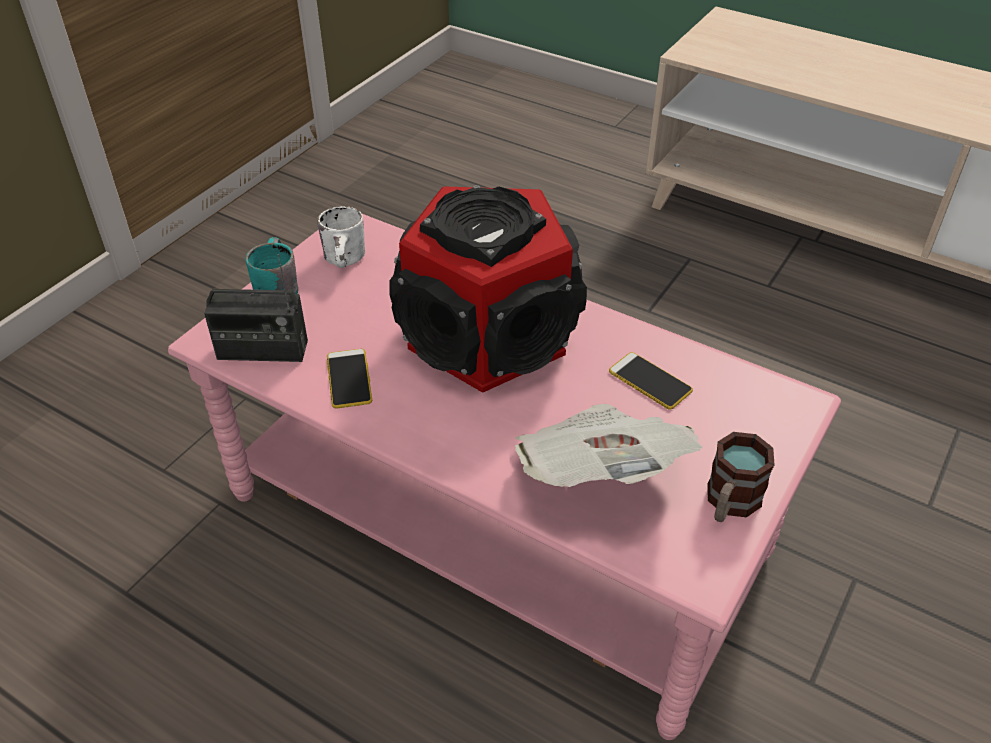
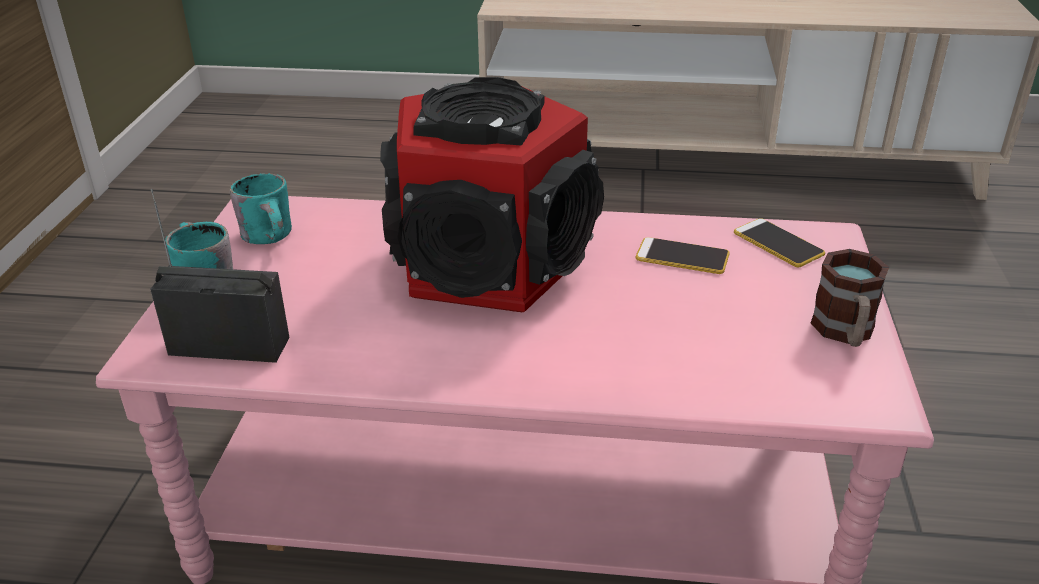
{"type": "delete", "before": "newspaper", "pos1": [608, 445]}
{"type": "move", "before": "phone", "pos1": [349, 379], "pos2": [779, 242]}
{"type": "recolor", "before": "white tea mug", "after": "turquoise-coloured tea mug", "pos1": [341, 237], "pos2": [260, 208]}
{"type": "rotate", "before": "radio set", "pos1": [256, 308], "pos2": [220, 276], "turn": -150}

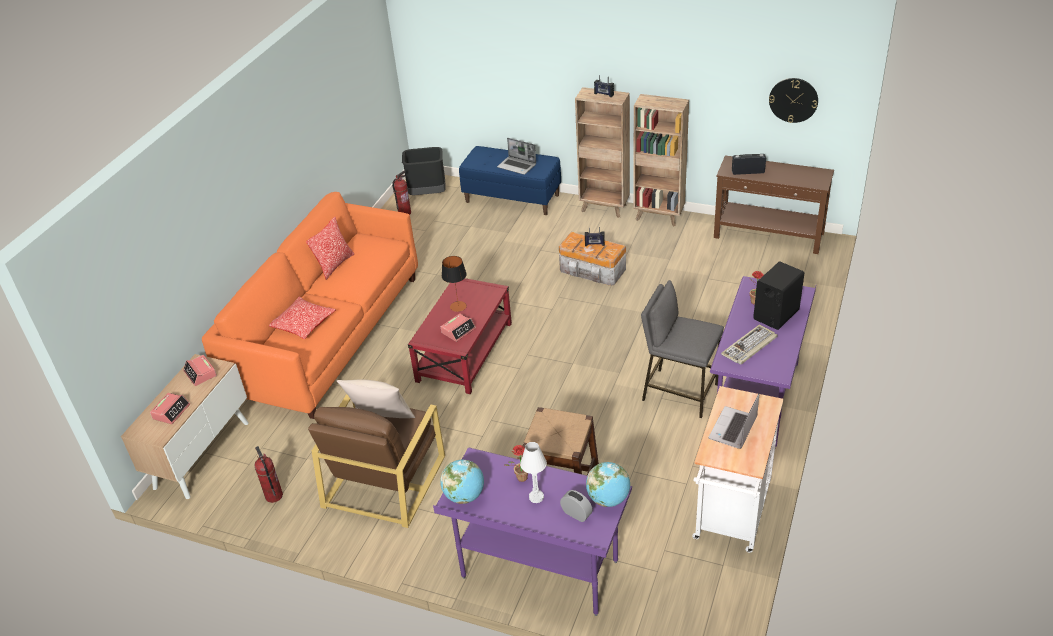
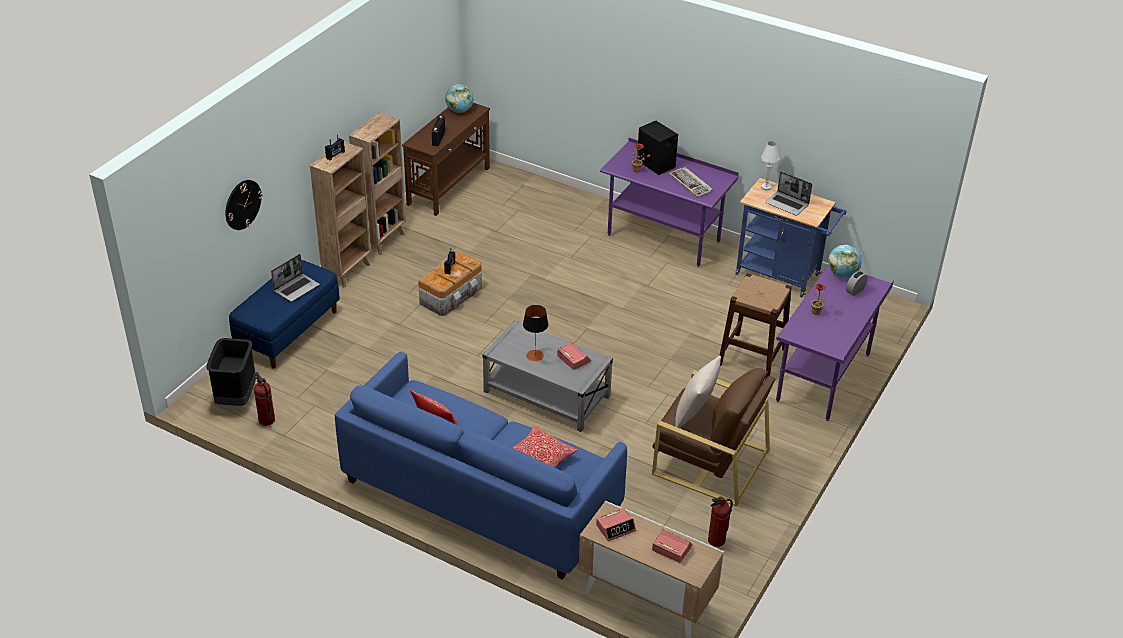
{"type": "delete", "before": "gray sitting stool", "pos1": [682, 349]}
{"type": "move", "before": "desk globe", "pos1": [462, 482], "pos2": [459, 98]}
{"type": "move", "before": "white lamp for a table", "pos1": [533, 472], "pos2": [770, 165]}
{"type": "move", "before": "hanging clock", "pos1": [793, 100], "pos2": [244, 205]}
{"type": "recolor", "before": "orange-coloured settee", "after": "blue settee", "pos1": [310, 305], "pos2": [481, 466]}
{"type": "recolor", "before": "red lounge table", "after": "gray lounge table", "pos1": [460, 336], "pos2": [548, 376]}
{"type": "recolor", "before": "white cart", "after": "blue cart", "pos1": [738, 469], "pos2": [791, 237]}

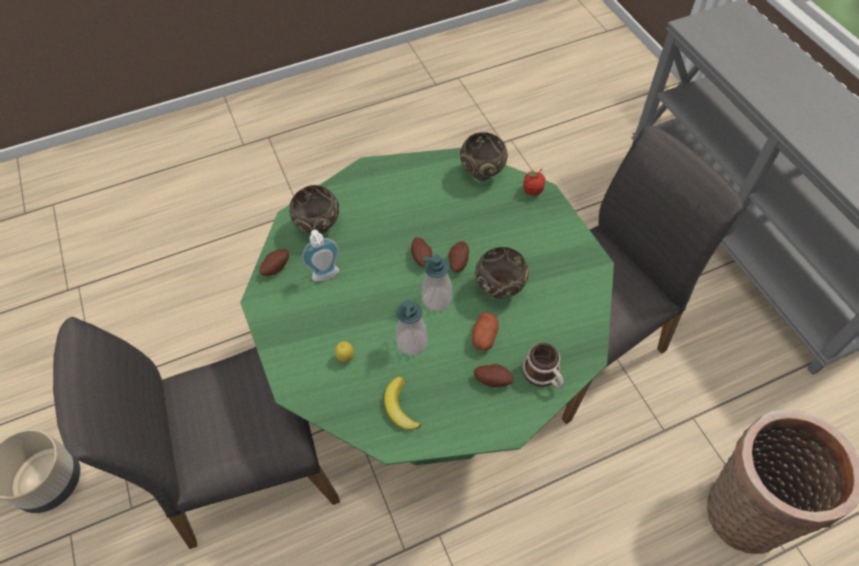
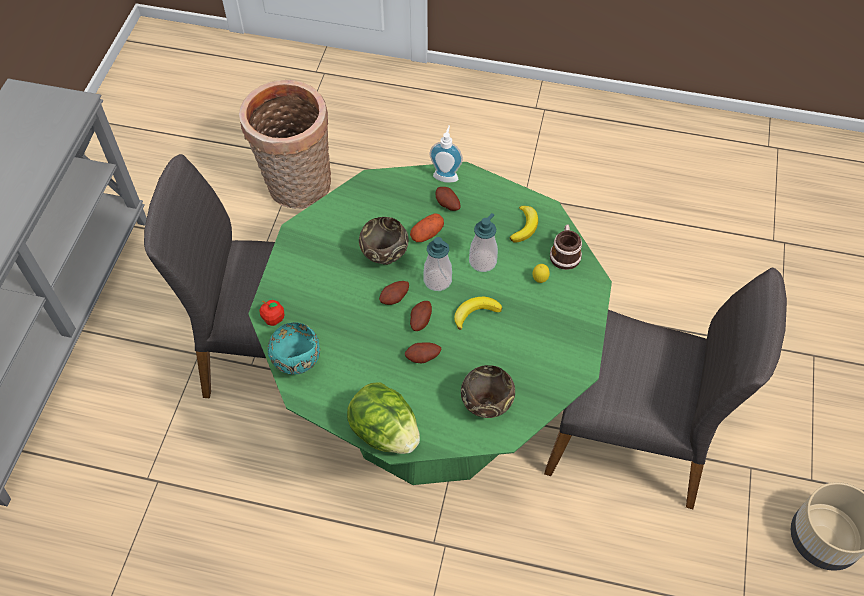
{"type": "insert", "after": "lettuce head", "pos2": [383, 418]}
{"type": "insert", "after": "whole banana", "pos2": [478, 313]}
{"type": "move", "before": "spud", "pos1": [274, 262], "pos2": [423, 352]}
{"type": "move", "before": "soap bottle", "pos1": [320, 255], "pos2": [446, 154]}
{"type": "move", "before": "tea mug", "pos1": [543, 366], "pos2": [566, 247]}
{"type": "recolor", "before": "brown-coloured serving bowl", "after": "turquoise-coloured serving bowl", "pos1": [484, 156], "pos2": [294, 348]}

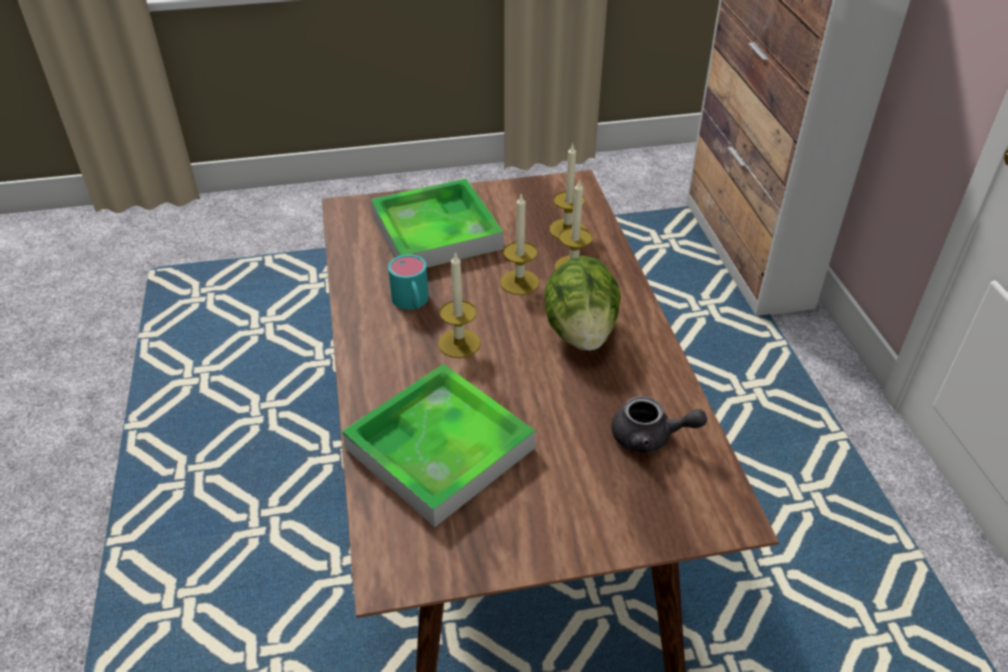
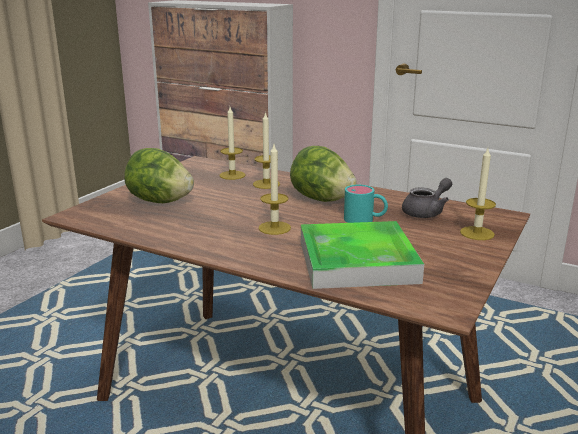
{"type": "move", "before": "turquoise-coloured tea mug", "pos1": [408, 282], "pos2": [366, 204]}
{"type": "move", "before": "candle", "pos1": [519, 244], "pos2": [478, 194]}
{"type": "replace", "before": "serving tray", "after": "lettuce head", "pos1": [437, 223], "pos2": [159, 175]}

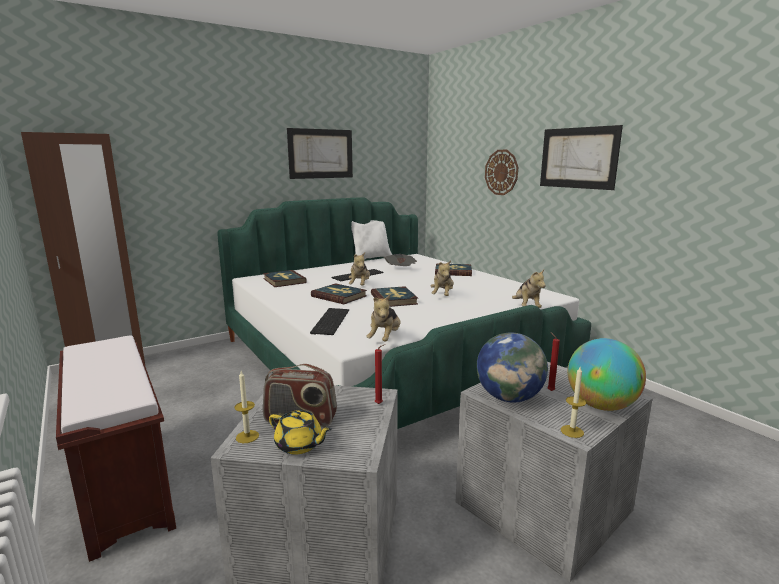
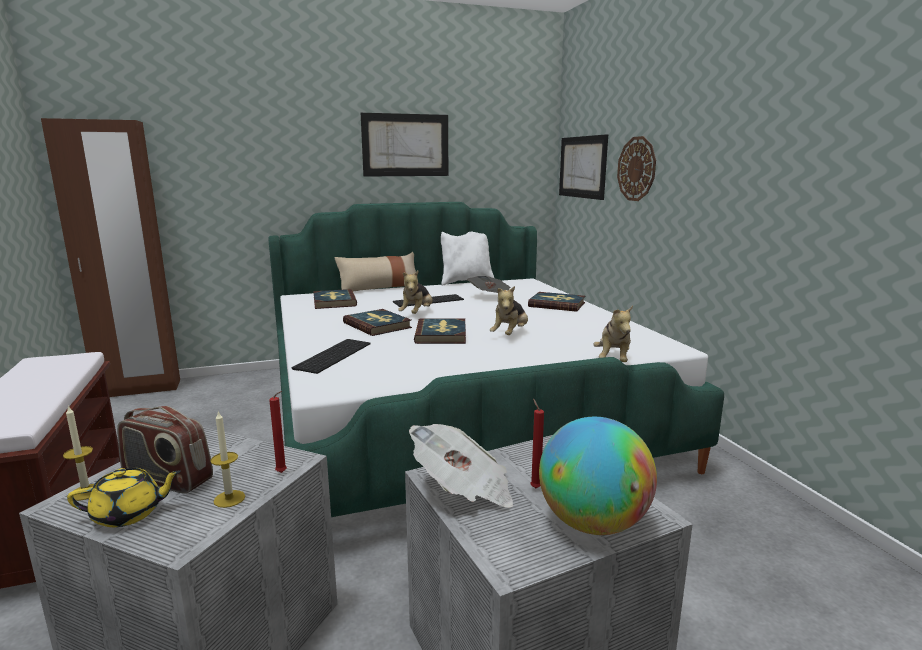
{"type": "delete", "before": "cuddly toy", "pos1": [383, 318]}
{"type": "insert", "after": "beige-coloured throw pillow", "pos2": [375, 271]}
{"type": "move", "before": "picture", "pos1": [581, 157], "pos2": [583, 167]}
{"type": "move", "before": "candle", "pos1": [573, 402], "pos2": [227, 459]}
{"type": "replace", "before": "desk globe", "after": "newspaper", "pos1": [512, 367], "pos2": [461, 466]}
{"type": "rotate", "before": "yellow-coloured pot for tea", "pos1": [300, 432], "pos2": [124, 497], "turn": -60}

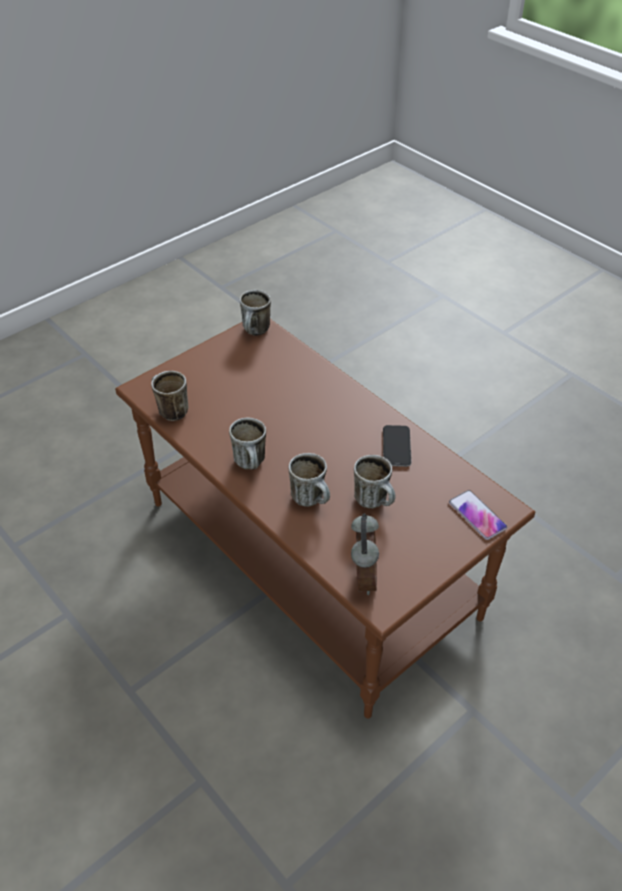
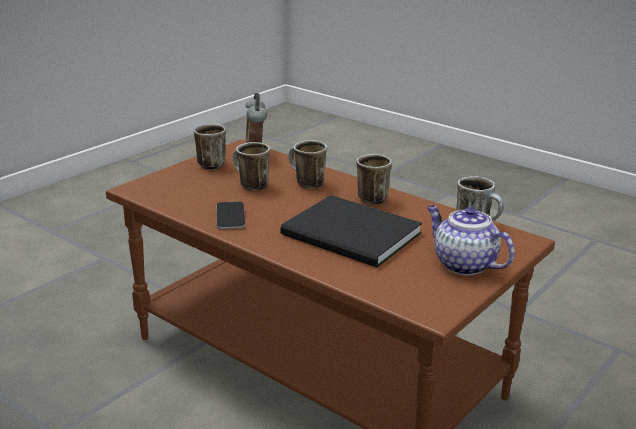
{"type": "delete", "before": "phone", "pos1": [478, 515]}
{"type": "insert", "after": "black-coloured volume", "pos2": [351, 231]}
{"type": "insert", "after": "pot for tea", "pos2": [471, 240]}
{"type": "move", "before": "tea mug", "pos1": [255, 313], "pos2": [210, 147]}

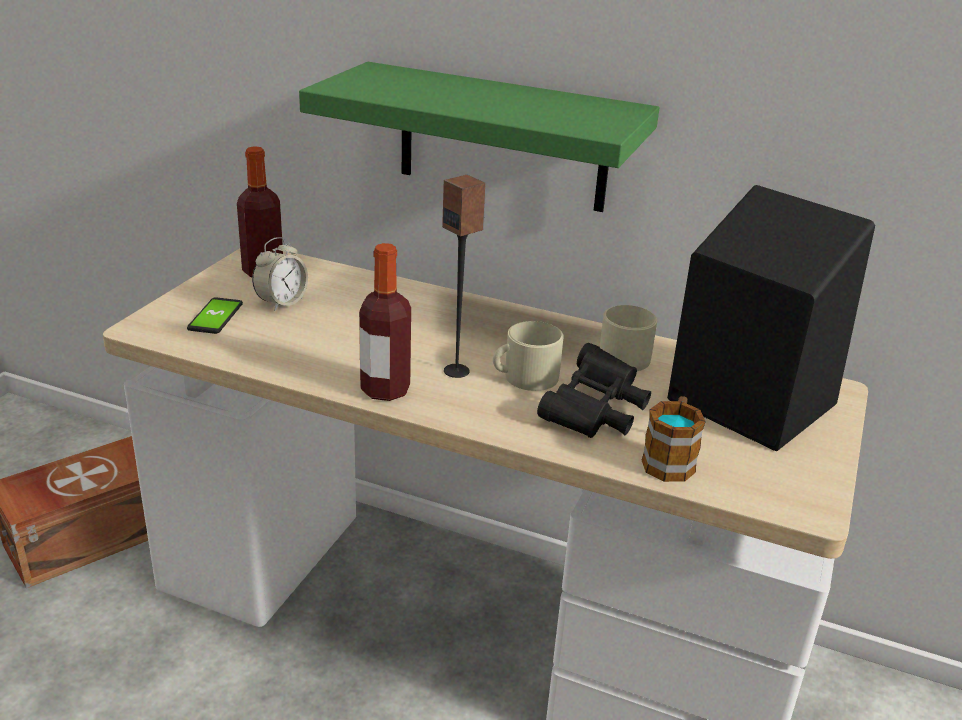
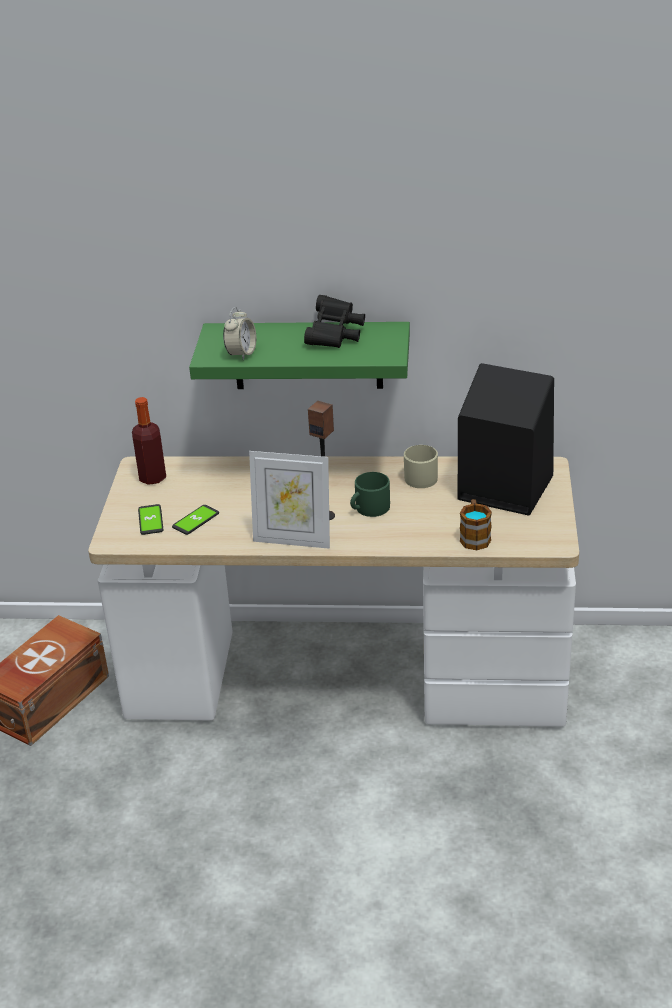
{"type": "insert", "after": "phone", "pos2": [195, 520]}
{"type": "move", "before": "bedside clock", "pos1": [280, 274], "pos2": [239, 334]}
{"type": "move", "before": "black-coloured field glasses", "pos1": [594, 390], "pos2": [334, 321]}
{"type": "replace", "before": "bottle", "after": "picture frame", "pos1": [385, 322], "pos2": [289, 500]}
{"type": "recolor", "before": "beige-coloured tea mug", "after": "green-coloured tea mug", "pos1": [528, 356], "pos2": [370, 494]}

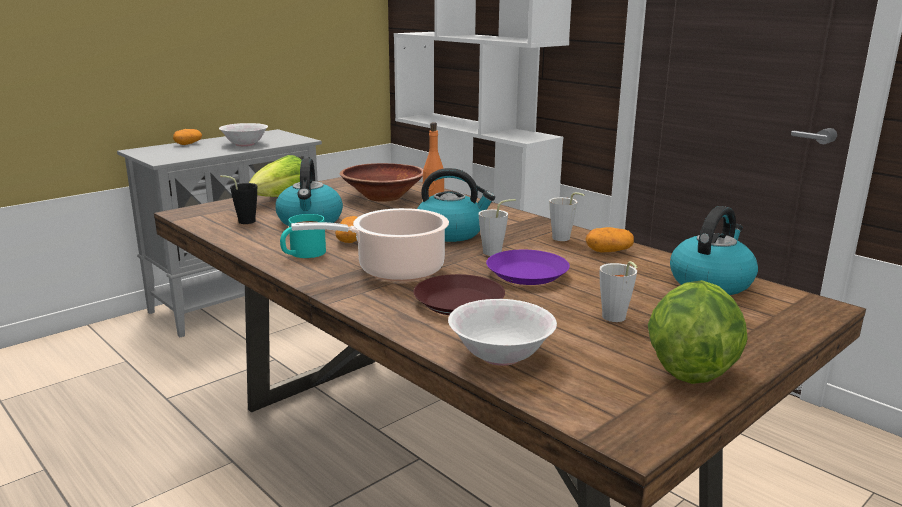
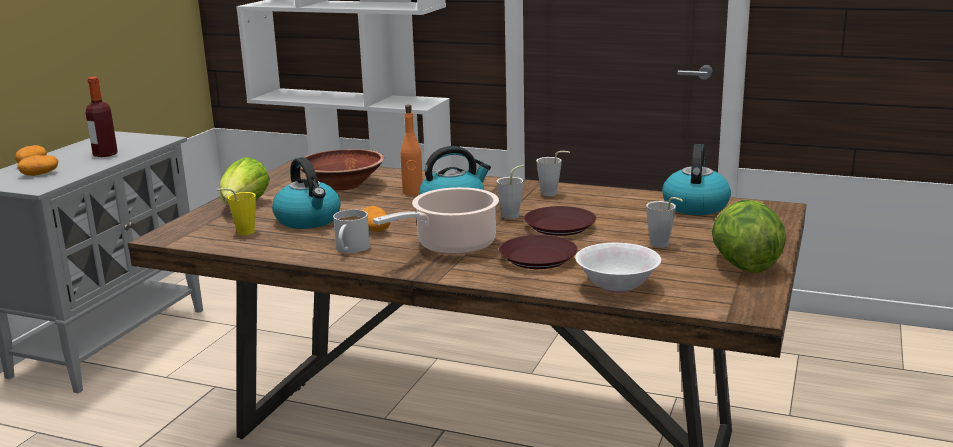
{"type": "move", "before": "spud", "pos1": [609, 239], "pos2": [38, 165]}
{"type": "replace", "before": "white serving bowl", "after": "bottle", "pos1": [243, 134], "pos2": [101, 117]}
{"type": "recolor", "before": "black-coloured drinking cup", "after": "yellow-coloured drinking cup", "pos1": [238, 199], "pos2": [236, 211]}
{"type": "recolor", "before": "turquoise-coloured tea mug", "after": "white tea mug", "pos1": [303, 236], "pos2": [351, 231]}
{"type": "recolor", "before": "purple dinner plate", "after": "brown-coloured dinner plate", "pos1": [528, 267], "pos2": [560, 221]}

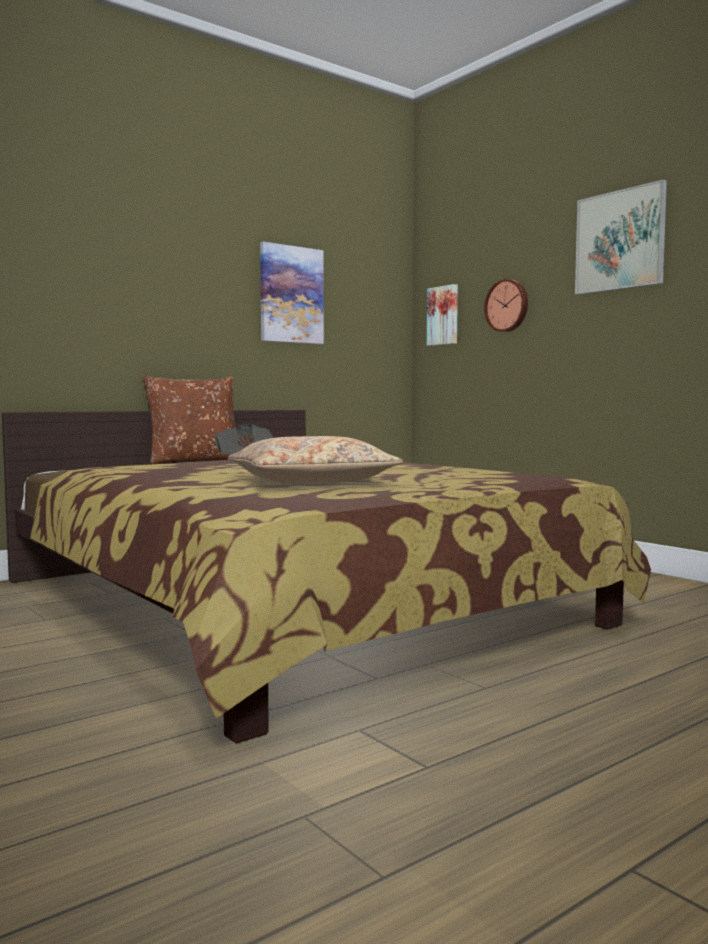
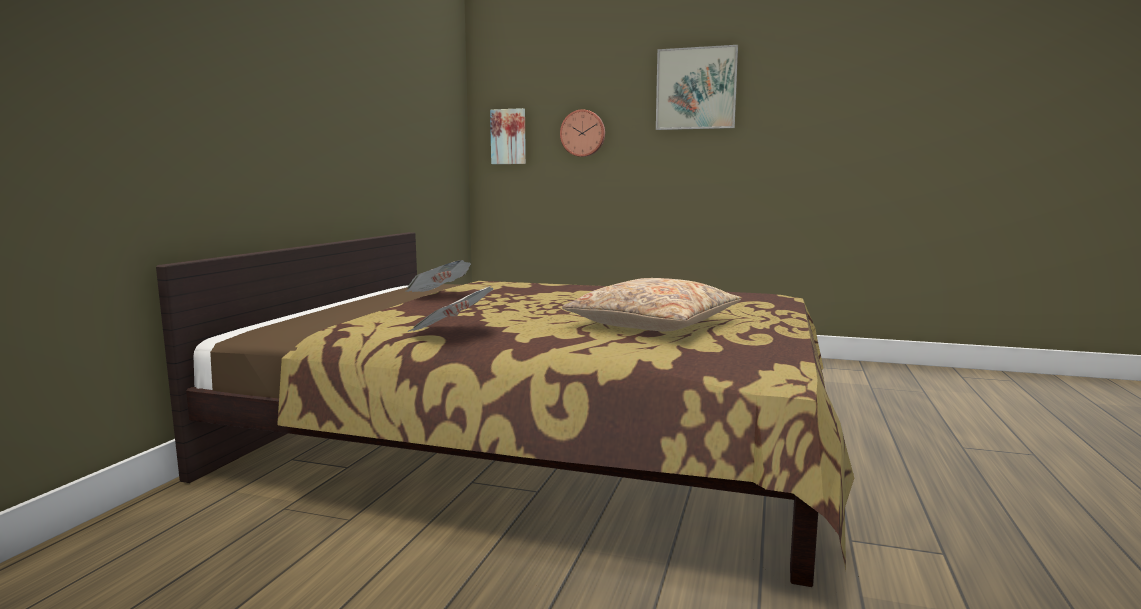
{"type": "delete", "before": "brown-coloured throw pillow", "pos1": [188, 419]}
{"type": "delete", "before": "picture", "pos1": [292, 293]}
{"type": "insert", "after": "newspaper", "pos2": [451, 309]}

